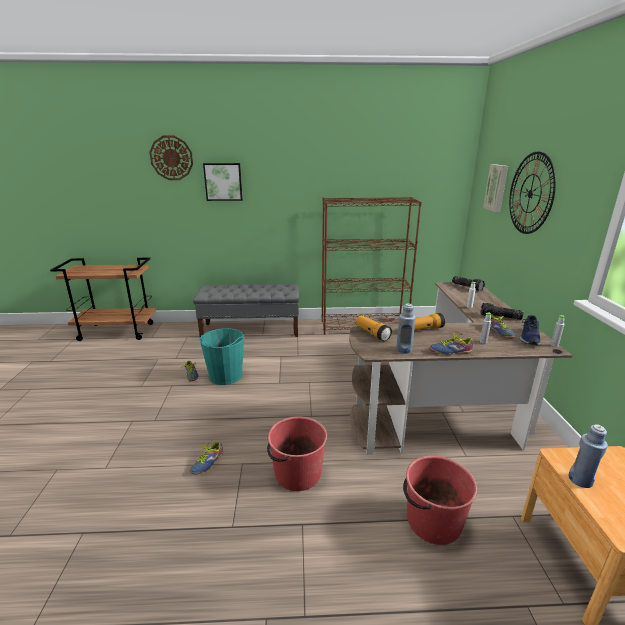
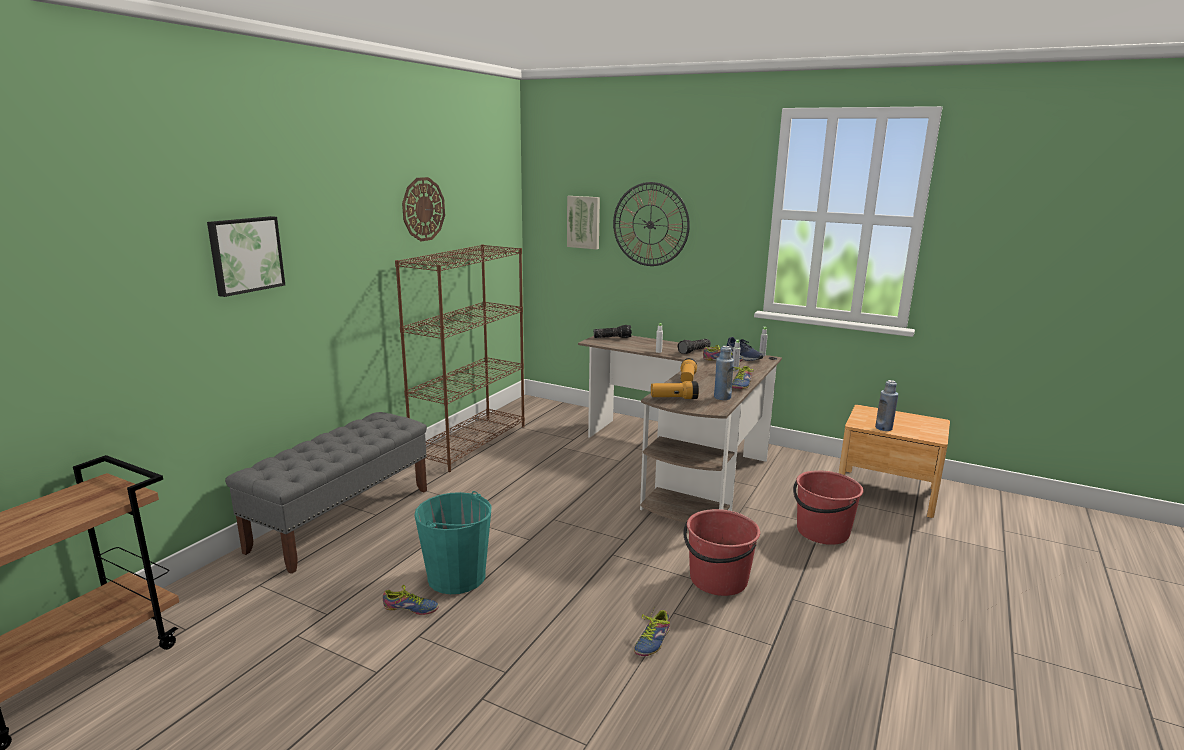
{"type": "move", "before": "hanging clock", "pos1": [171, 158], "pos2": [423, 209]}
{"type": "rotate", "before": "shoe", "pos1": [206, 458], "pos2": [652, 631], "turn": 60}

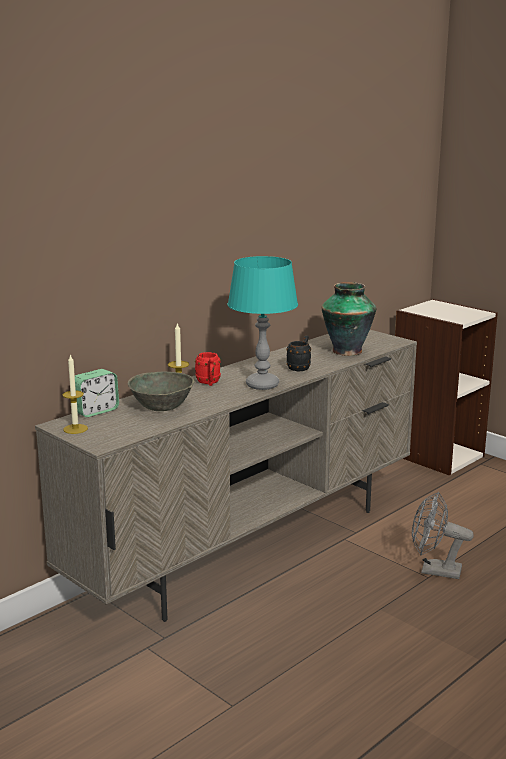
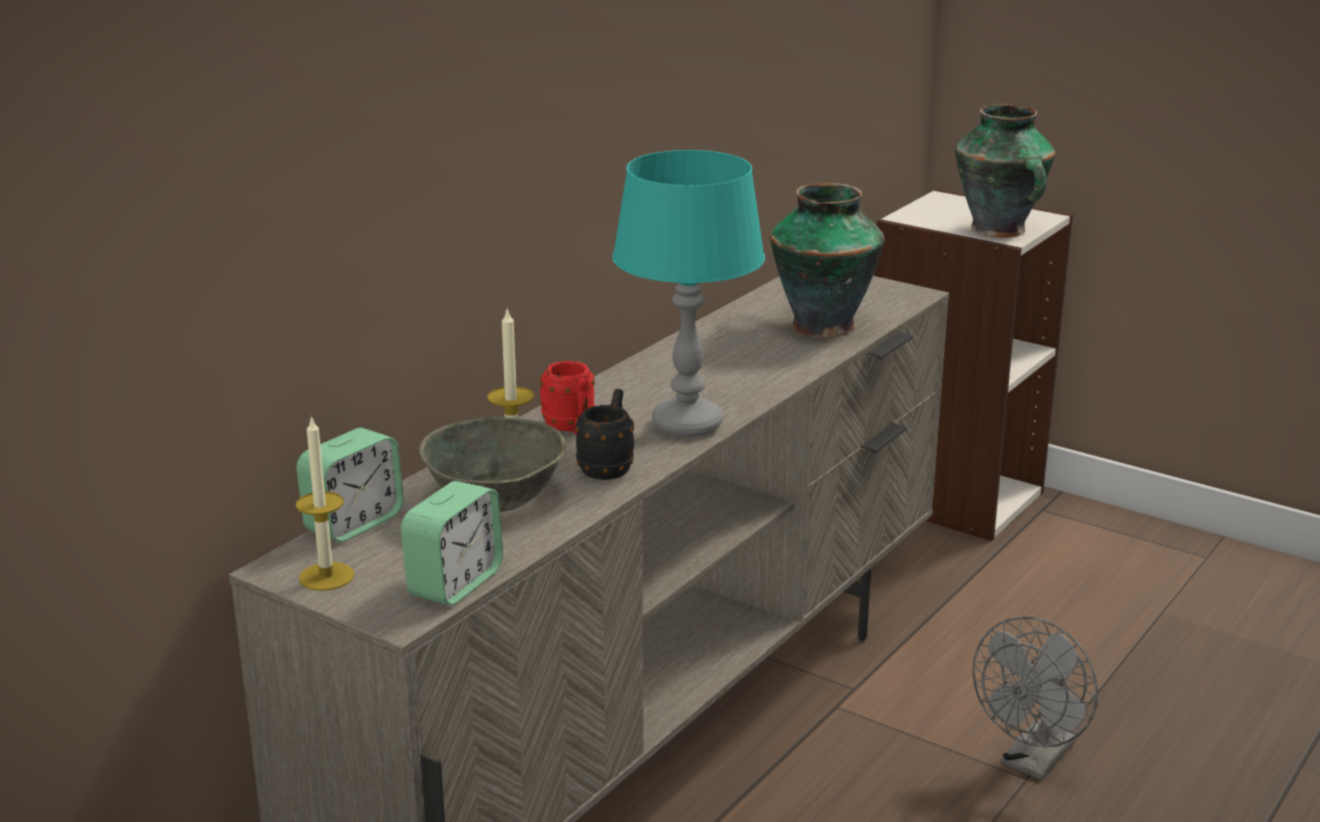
{"type": "insert", "after": "bedside clock", "pos2": [452, 543]}
{"type": "insert", "after": "decorative vase", "pos2": [1005, 171]}
{"type": "move", "before": "black-coloured tea mug", "pos1": [298, 353], "pos2": [604, 434]}
{"type": "rotate", "before": "gray electric fan", "pos1": [443, 535], "pos2": [1035, 698], "turn": -60}

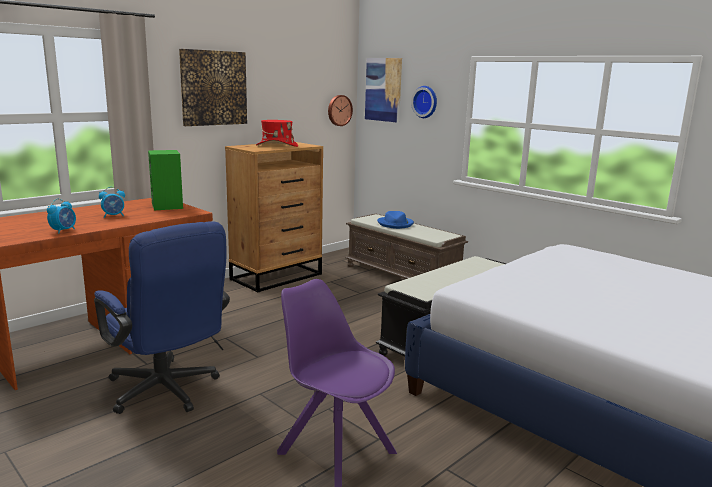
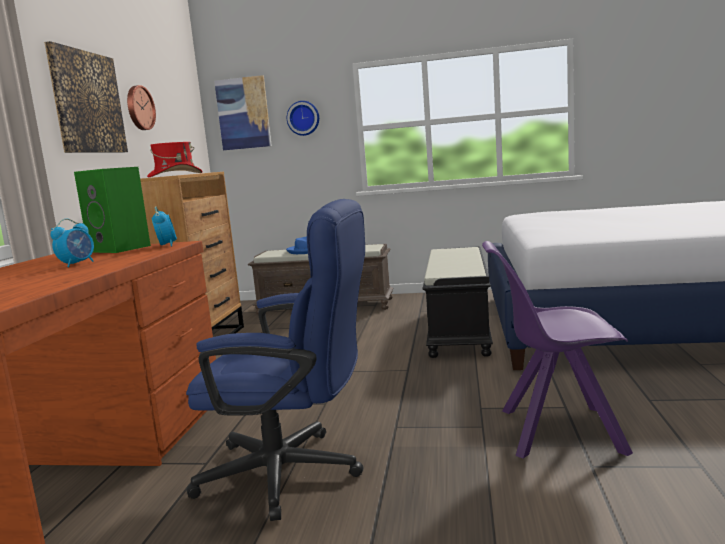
{"type": "move", "before": "bedside clock", "pos1": [61, 216], "pos2": [164, 226]}
{"type": "move", "before": "hanging clock", "pos1": [340, 110], "pos2": [141, 107]}

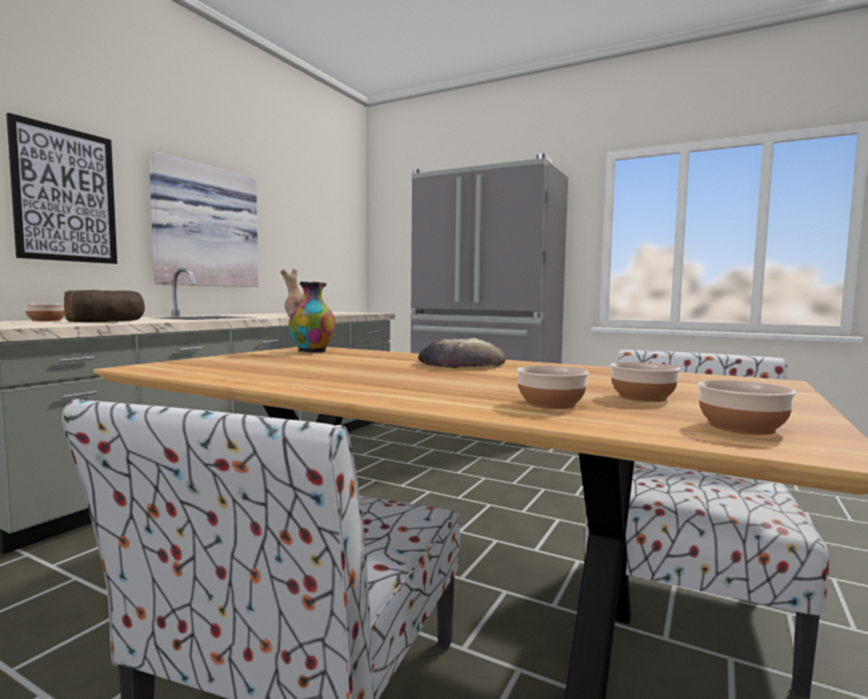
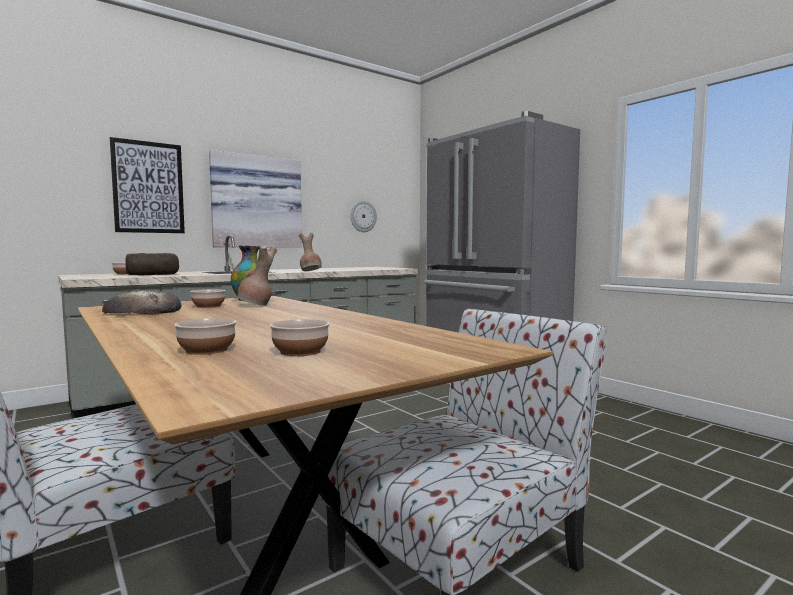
{"type": "insert", "after": "brown-coloured decorative vase", "pos2": [257, 275]}
{"type": "insert", "after": "hanging clock", "pos2": [363, 216]}
{"type": "move", "before": "baked bread", "pos1": [461, 353], "pos2": [141, 302]}
{"type": "move", "before": "serving bowl", "pos1": [747, 407], "pos2": [207, 298]}

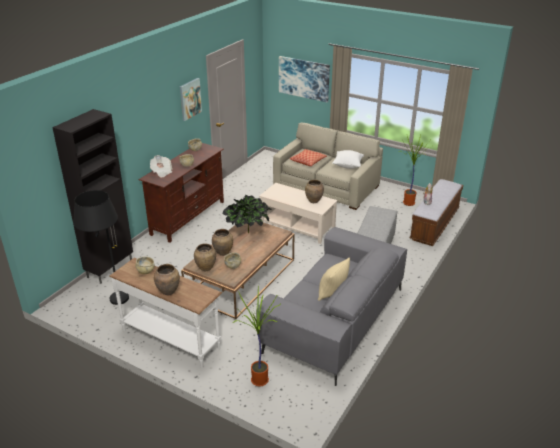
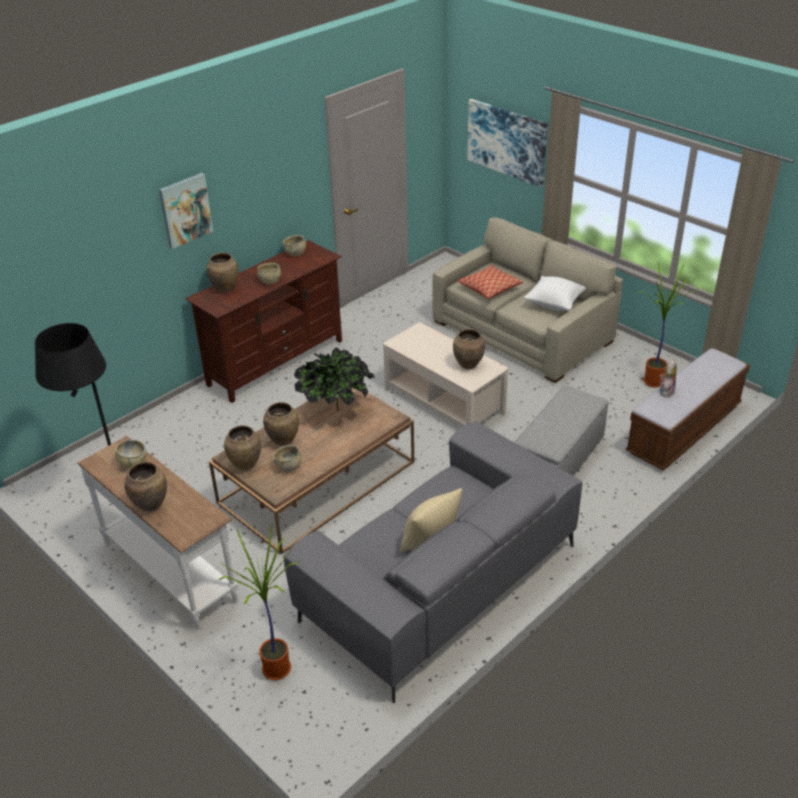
{"type": "delete", "before": "black-coloured storage cabinet", "pos1": [92, 196]}
{"type": "move", "before": "picture", "pos1": [191, 99], "pos2": [186, 211]}
{"type": "replace", "before": "newspaper", "after": "brown-coloured decorative vase", "pos1": [161, 166], "pos2": [223, 273]}

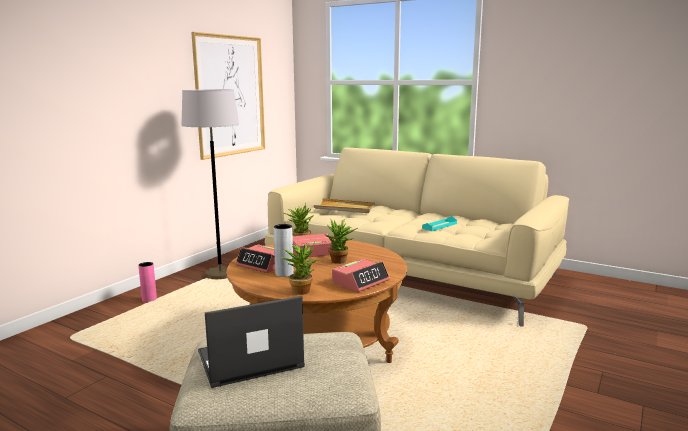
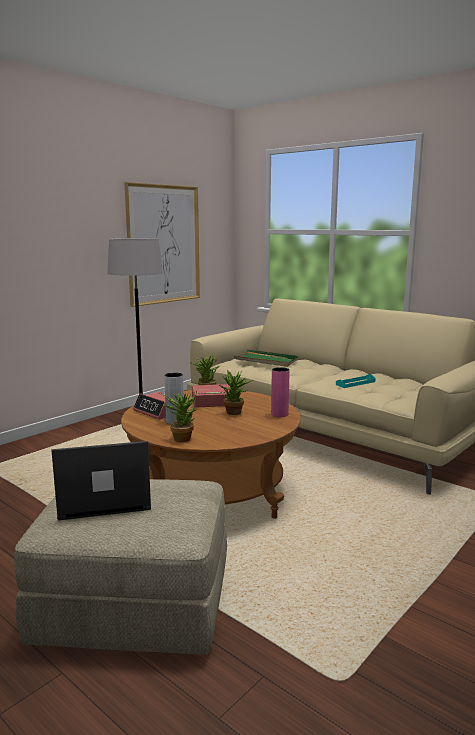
{"type": "delete", "before": "bedside clock", "pos1": [361, 275]}
{"type": "move", "before": "pink decorative vase", "pos1": [147, 282], "pos2": [280, 392]}
{"type": "recolor", "before": "beige-coloured serving tray", "after": "green-coloured serving tray", "pos1": [344, 206], "pos2": [266, 358]}

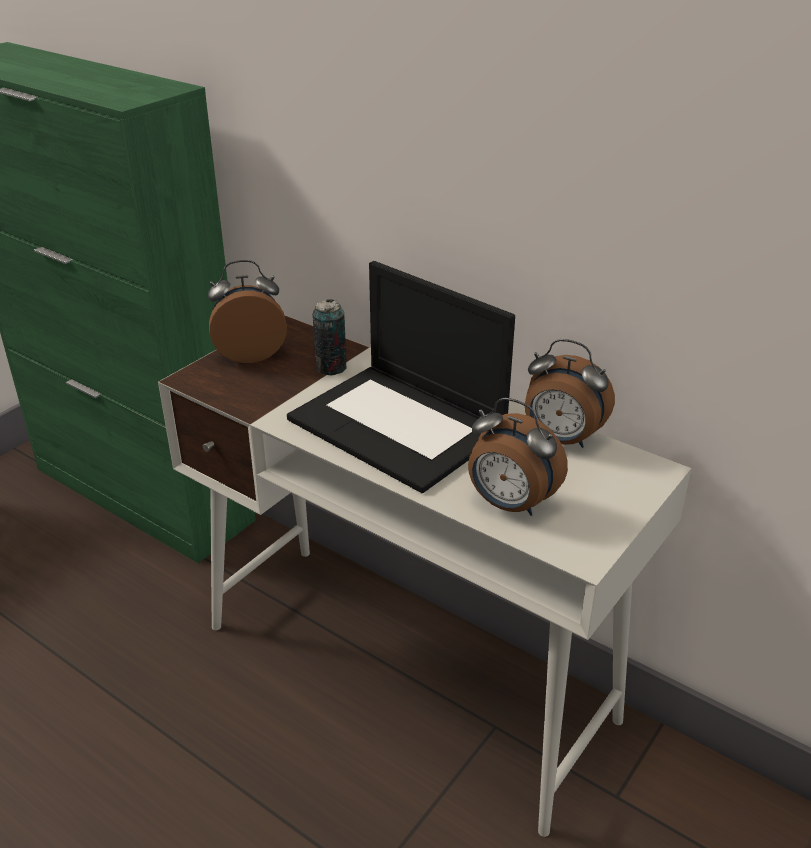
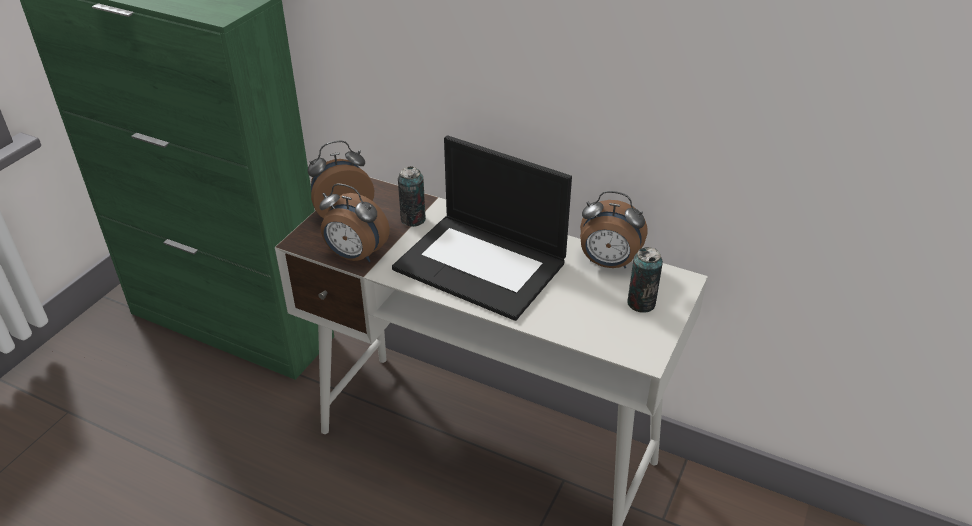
{"type": "insert", "after": "metal can", "pos2": [645, 280]}
{"type": "move", "before": "bedside clock", "pos1": [518, 457], "pos2": [354, 222]}

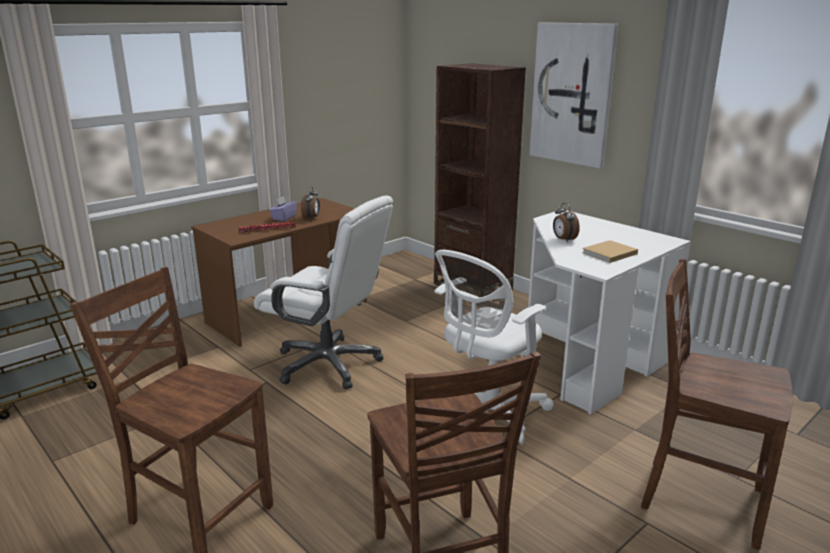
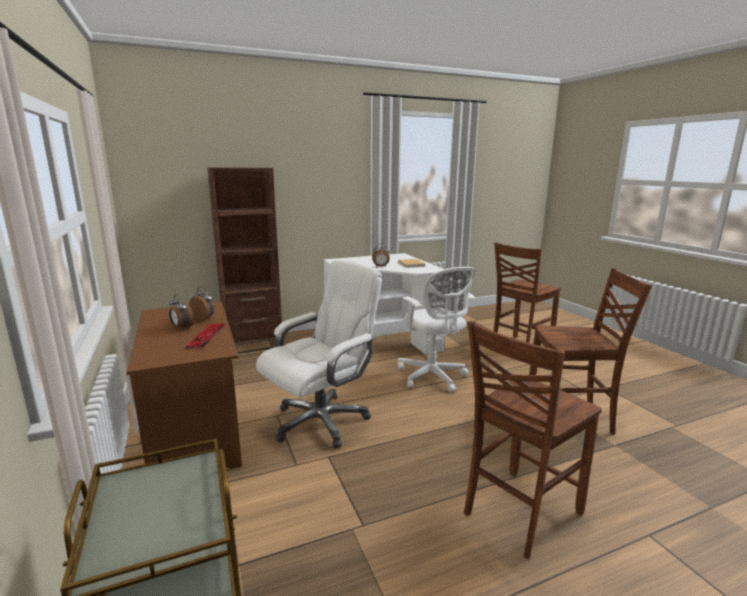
{"type": "delete", "before": "picture", "pos1": [573, 95]}
{"type": "replace", "before": "purple tissue holder", "after": "bedside clock", "pos1": [283, 208], "pos2": [181, 312]}

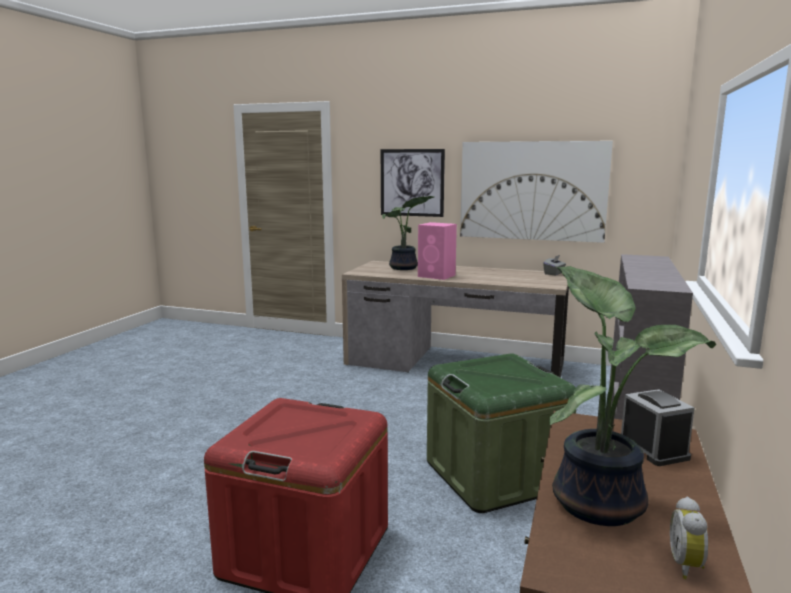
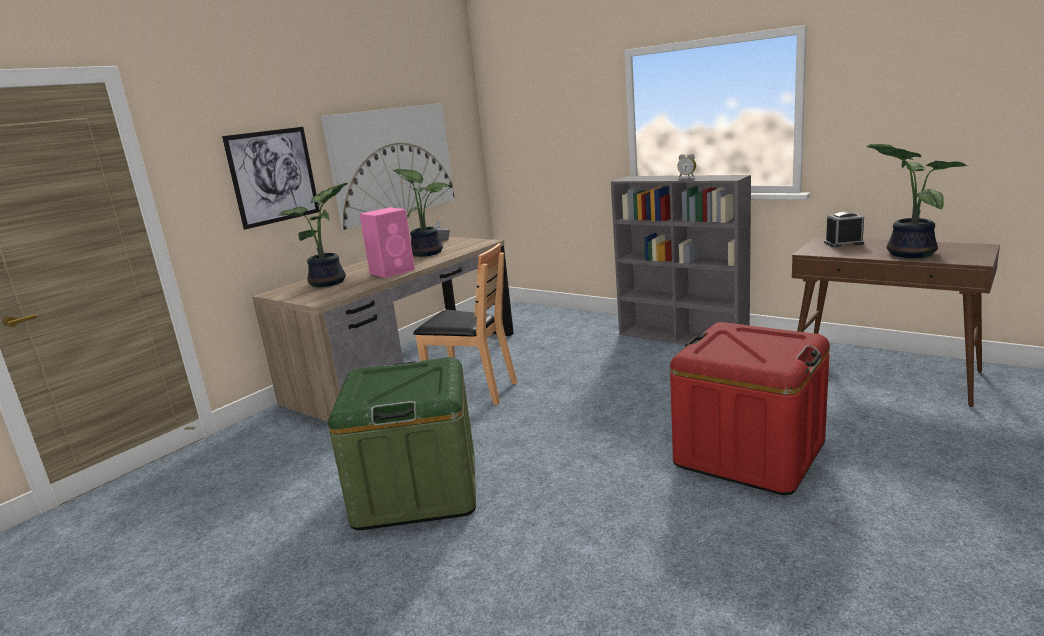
{"type": "insert", "after": "houseplant", "pos2": [422, 213]}
{"type": "insert", "after": "brown-coloured chair", "pos2": [465, 324]}
{"type": "move", "before": "green-coloured storage bin", "pos1": [501, 433], "pos2": [402, 443]}
{"type": "move", "before": "bedside clock", "pos1": [689, 538], "pos2": [686, 165]}

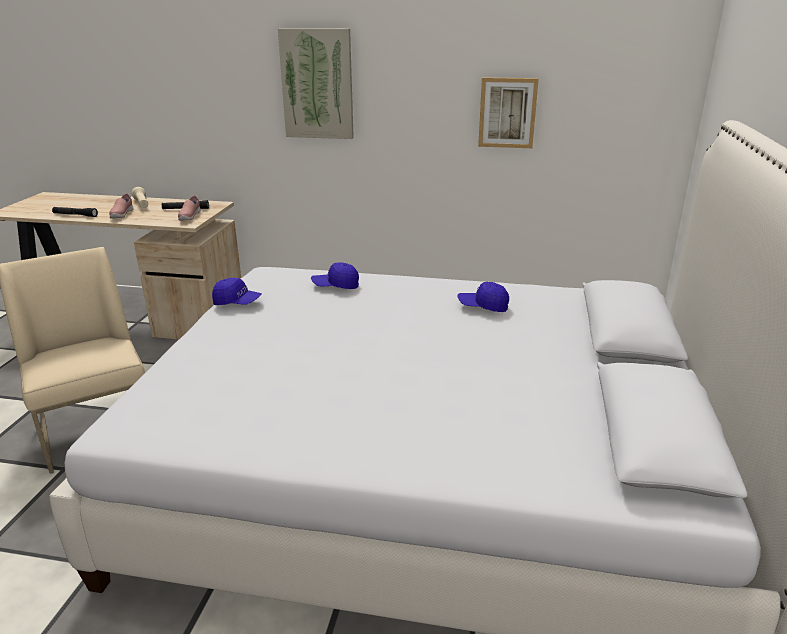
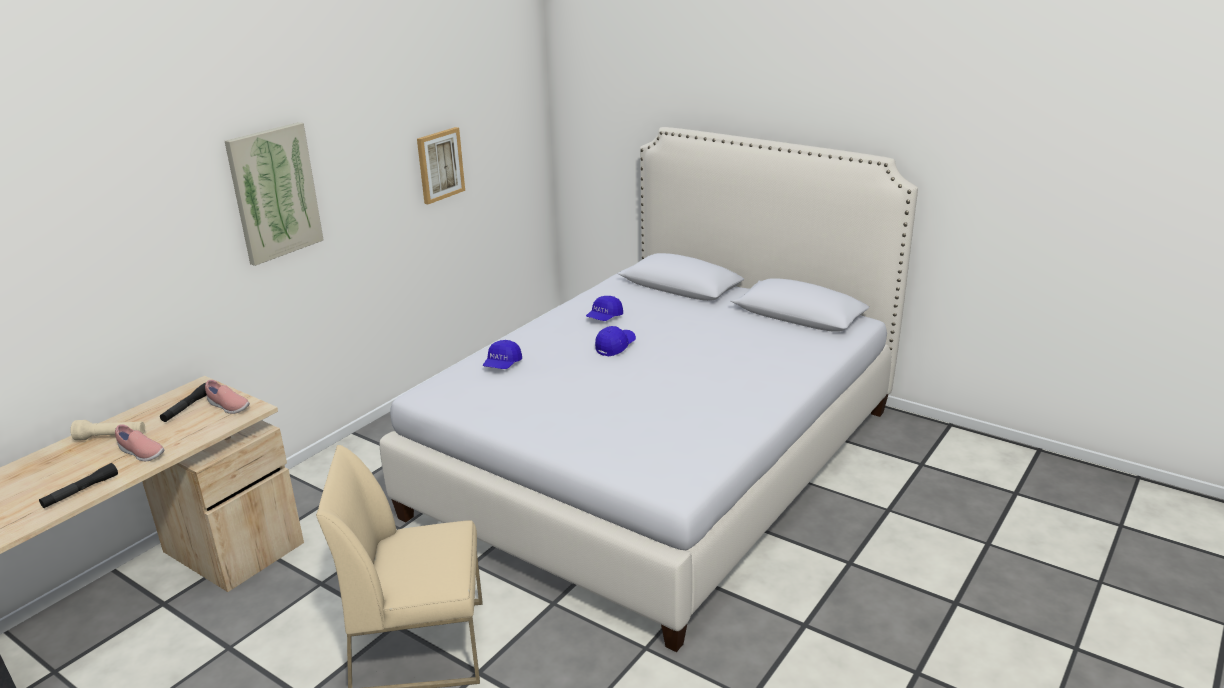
{"type": "move", "before": "blue baseball cap", "pos1": [237, 291], "pos2": [615, 341]}

